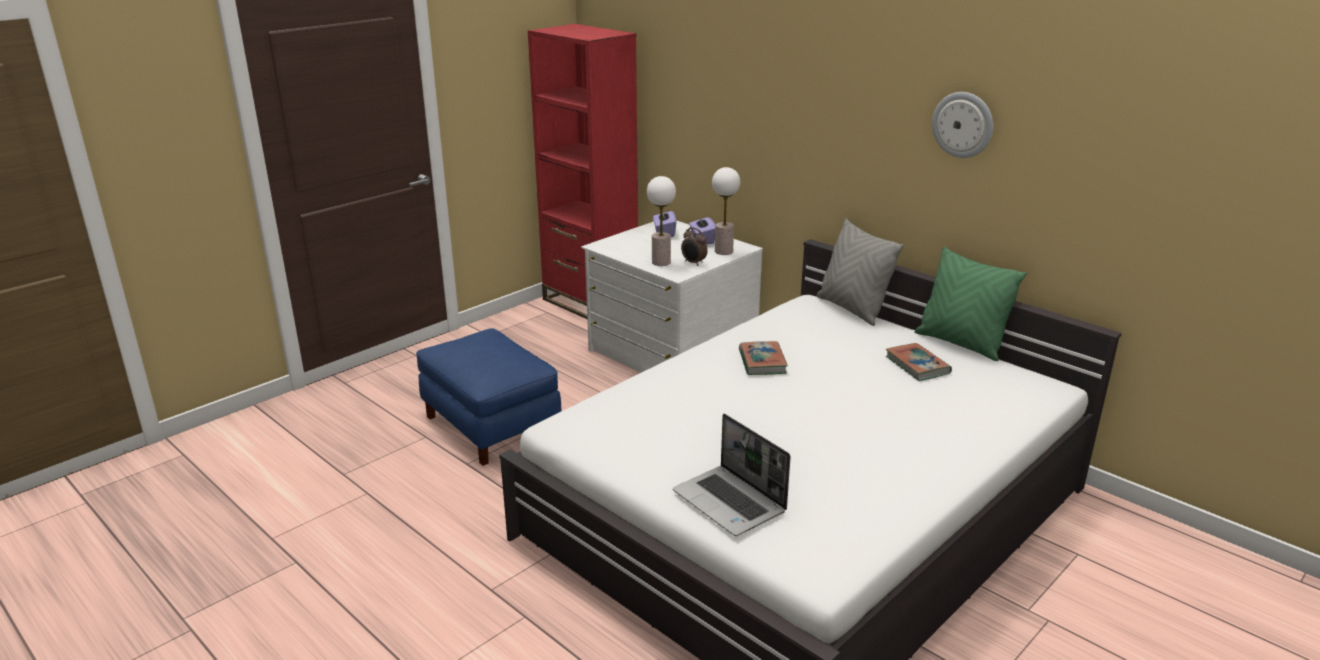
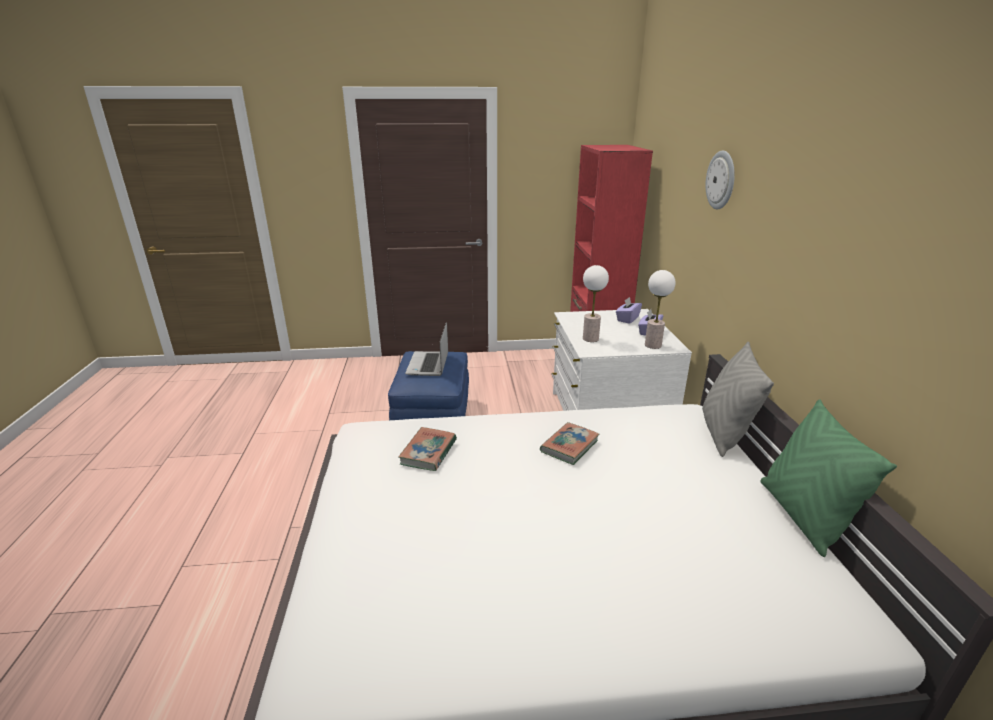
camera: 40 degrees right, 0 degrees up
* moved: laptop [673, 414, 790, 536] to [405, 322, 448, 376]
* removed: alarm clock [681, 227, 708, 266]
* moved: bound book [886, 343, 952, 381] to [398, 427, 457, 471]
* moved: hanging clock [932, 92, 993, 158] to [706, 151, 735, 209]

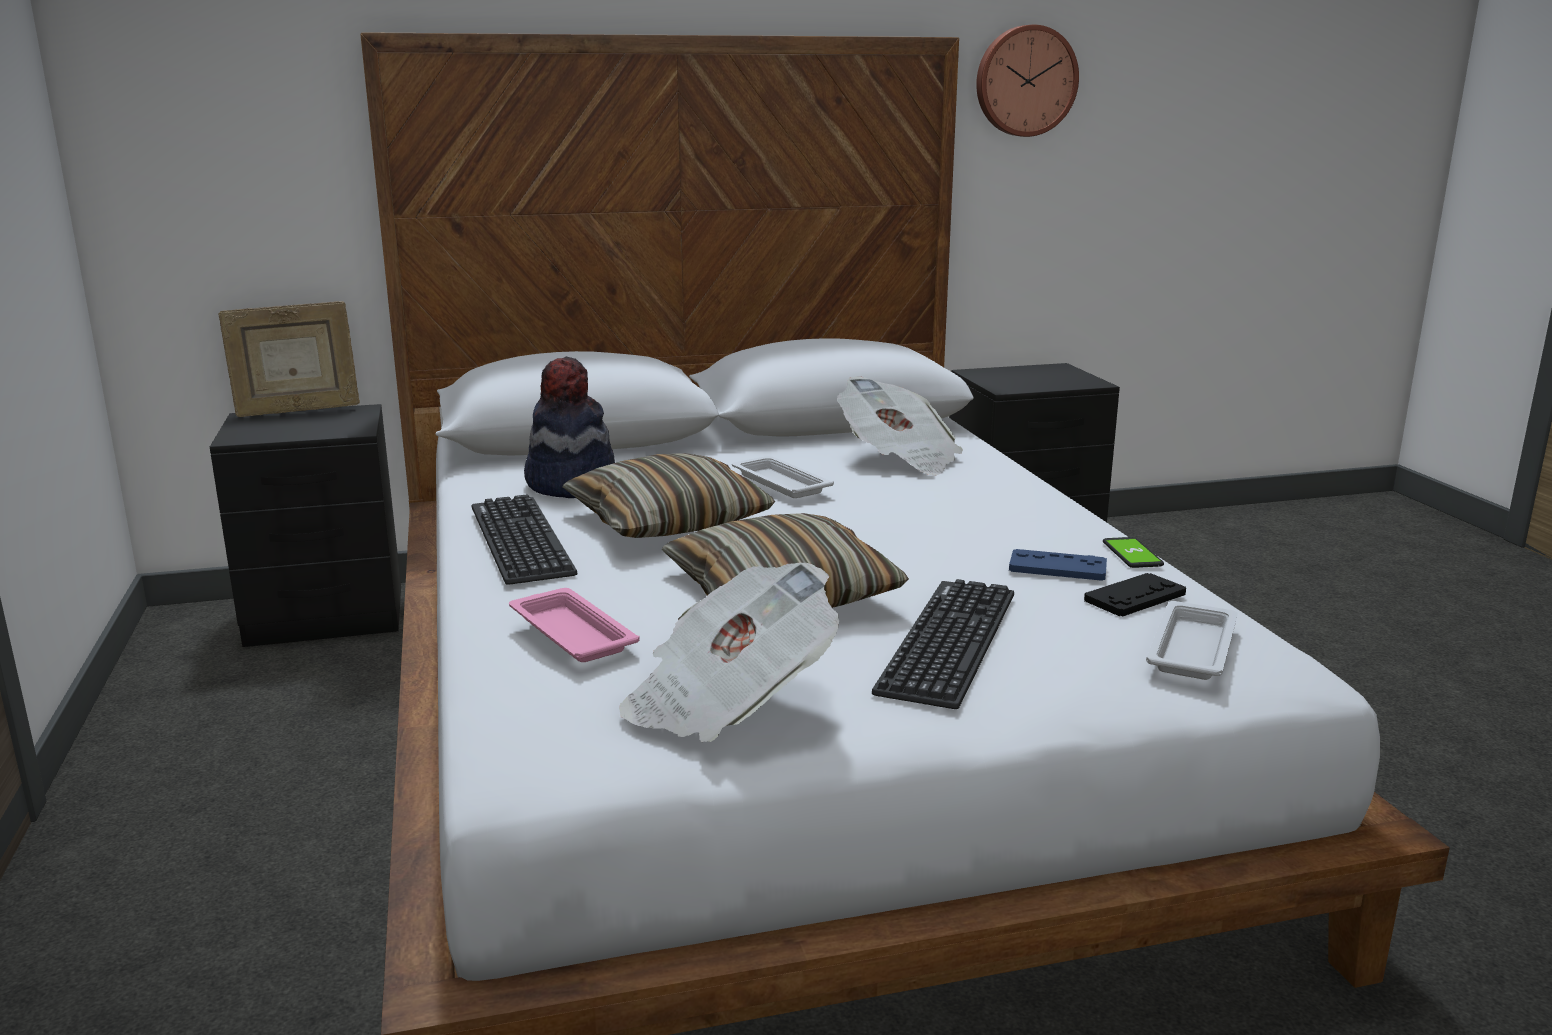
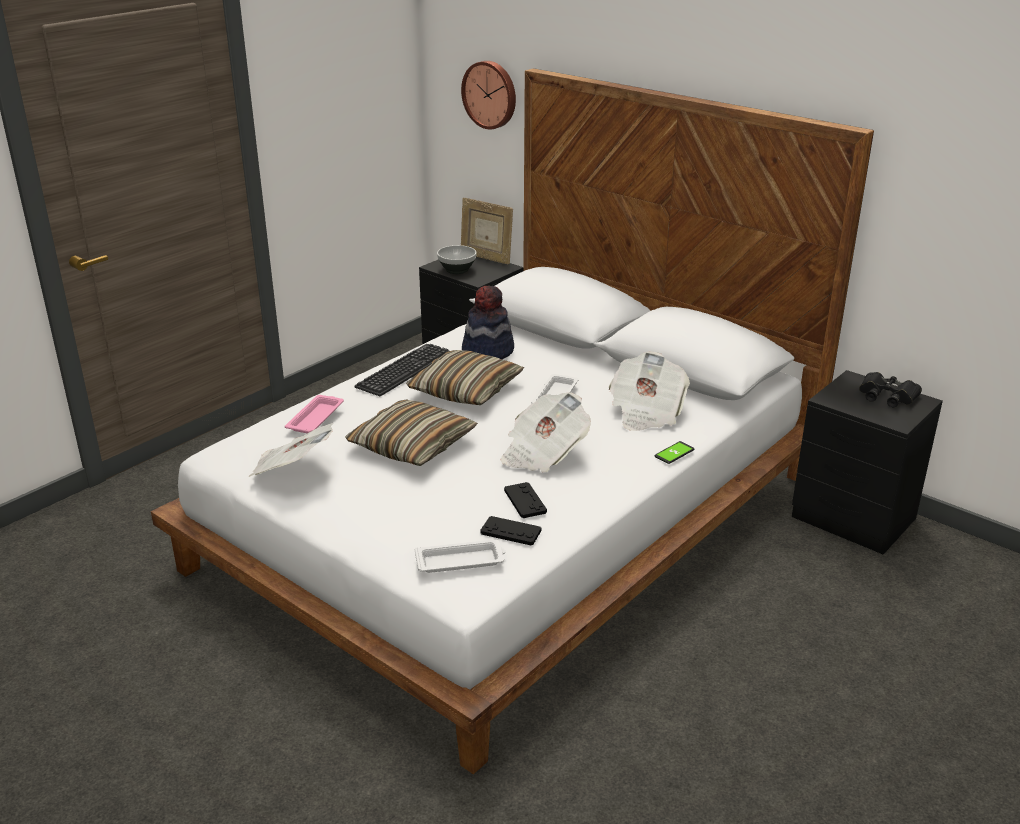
camera: 55 degrees right, 10 degrees up
* removed: computer keyboard [872, 579, 1014, 709]
* moved: hanging clock [976, 25, 1079, 137] to [461, 61, 516, 129]
* recoloured: gamepad in blue-coloured [1009, 549, 1107, 581] to gamepad in blackish [504, 482, 547, 518]
* moved: handset [1103, 537, 1164, 568] to [655, 441, 694, 464]
* added: deep dish [437, 245, 477, 274]
* added: daily paper [501, 393, 591, 473]
* added: binoculars in blackish [859, 372, 922, 407]

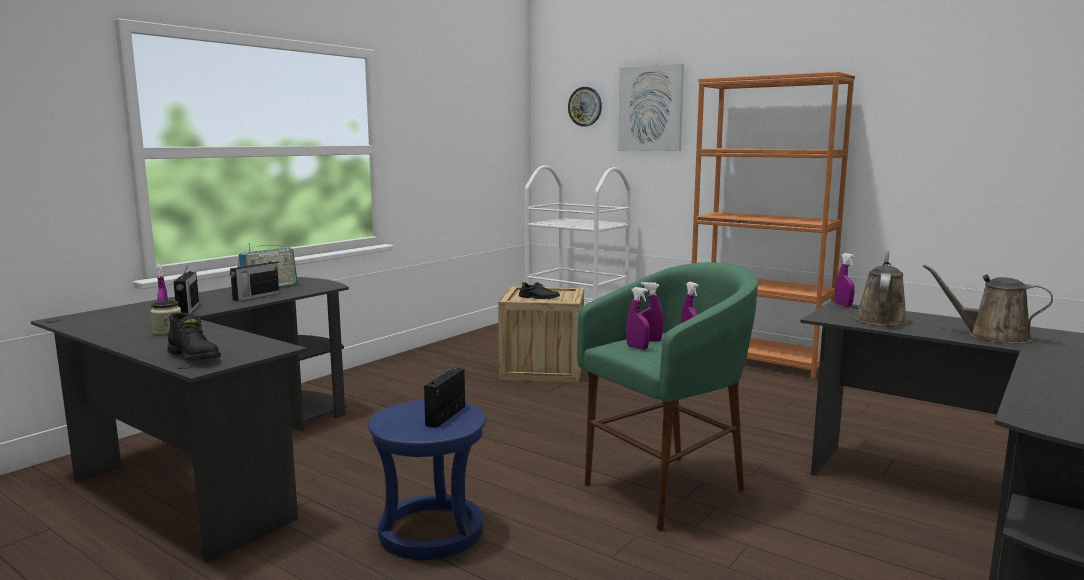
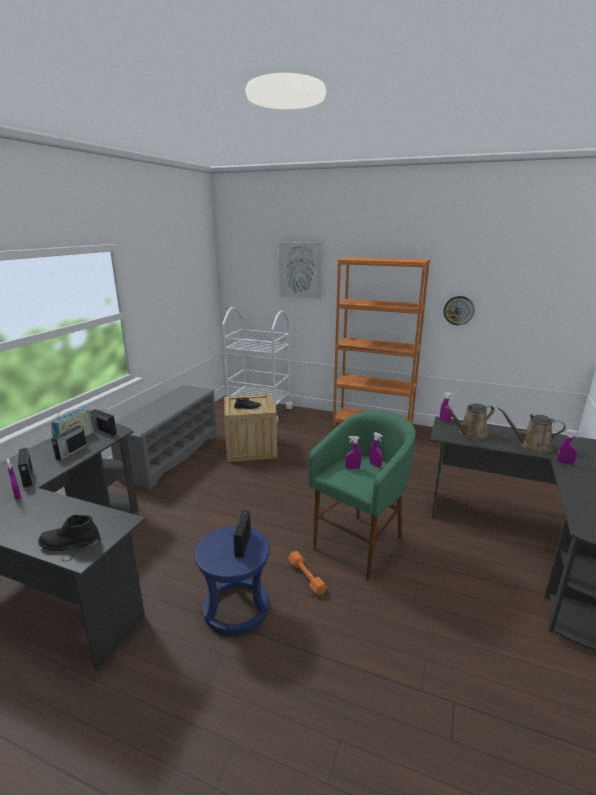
camera: 15 degrees left, 10 degrees up
* removed: preserve jar [150, 300, 181, 335]
* turned: tall boot in blackish [167, 312, 221, 361] = [38, 515, 101, 551] 150 degrees clockwise
* moved: hanging clock [568, 87, 602, 126] to [444, 296, 474, 325]
* moved: hand sprayer in purple-coloured [626, 287, 650, 350] to [557, 430, 580, 465]
* turned: watering pot in brown [855, 250, 907, 326] = [444, 403, 495, 439] 120 degrees counterclockwise
* added: radio receiver [90, 409, 117, 437]
* added: shoe rack in gray [111, 385, 217, 490]
* added: dumbbell in orangey [288, 551, 327, 596]

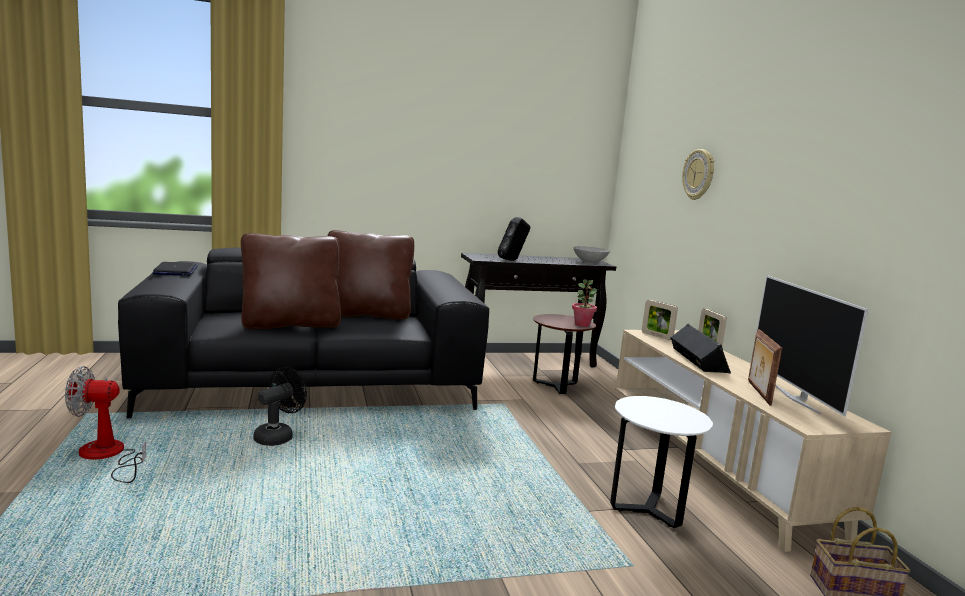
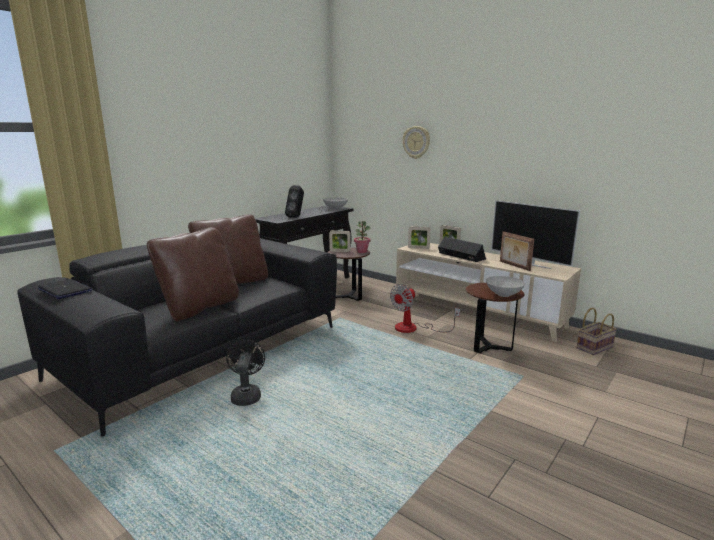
camera: 35 degrees left, 5 degrees up
* moved: electric fan [65, 366, 146, 483] to [390, 284, 460, 333]
* recoloured: end table in white [610, 396, 713, 528] to end table in brown [466, 283, 524, 353]
* added: picture frame [329, 231, 351, 252]
* added: deep dish in gray [486, 276, 525, 297]

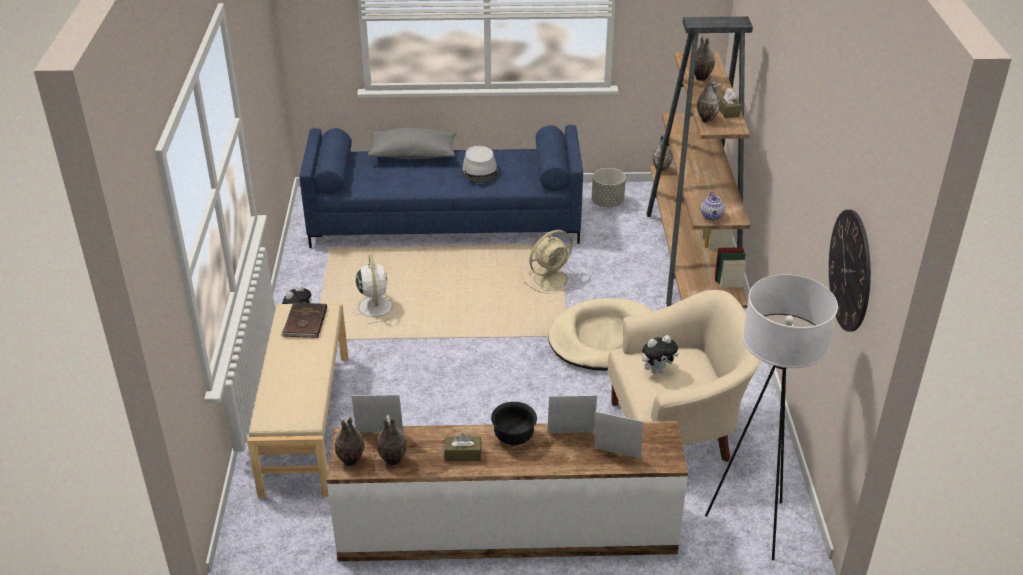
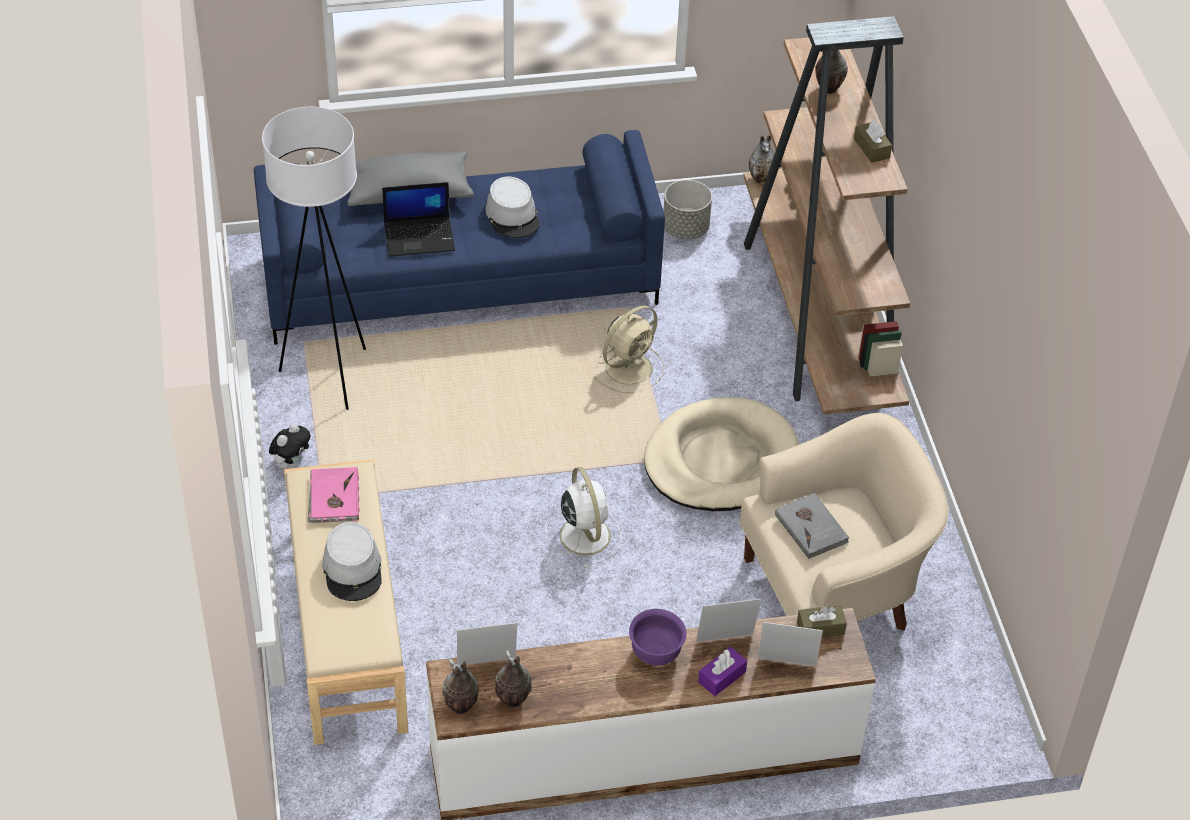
camera: 10 degrees left, 10 degrees up
* recoloured: bound book in brown [281, 303, 327, 338] to bound book in pinkish [308, 467, 360, 523]
* moved: electric fan in white [351, 254, 400, 324] to [546, 467, 621, 568]
* moved: tissue box in brown [444, 433, 482, 461] to [797, 605, 847, 637]
* recoloured: deep dish in blackish [491, 402, 537, 445] to deep dish in purple-coloured [629, 609, 687, 666]
* replaced: plush toy [642, 335, 679, 374] to bound book in gray [775, 493, 849, 559]
* removed: decorative vase [697, 76, 722, 123]
* removed: tea pot [701, 192, 725, 220]
* moved: floor lamp in white [705, 275, 838, 560] to [262, 107, 366, 410]
* removed: hanging clock [829, 210, 871, 332]
* added: clothing hat in gray [322, 522, 382, 601]
* added: laptop [382, 182, 455, 257]
* added: tissue box in purple-coloured [698, 647, 747, 696]

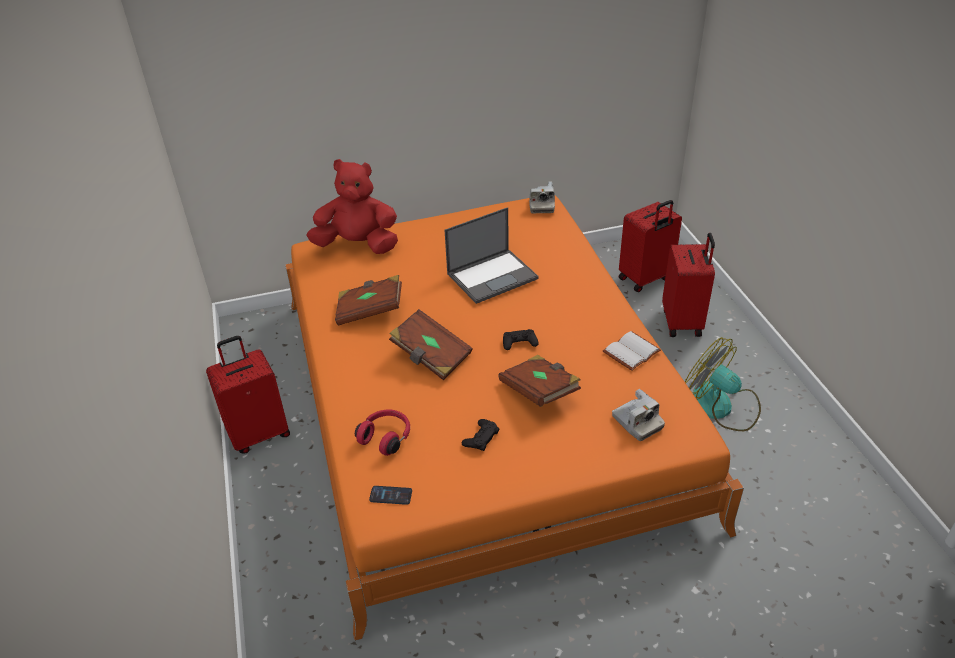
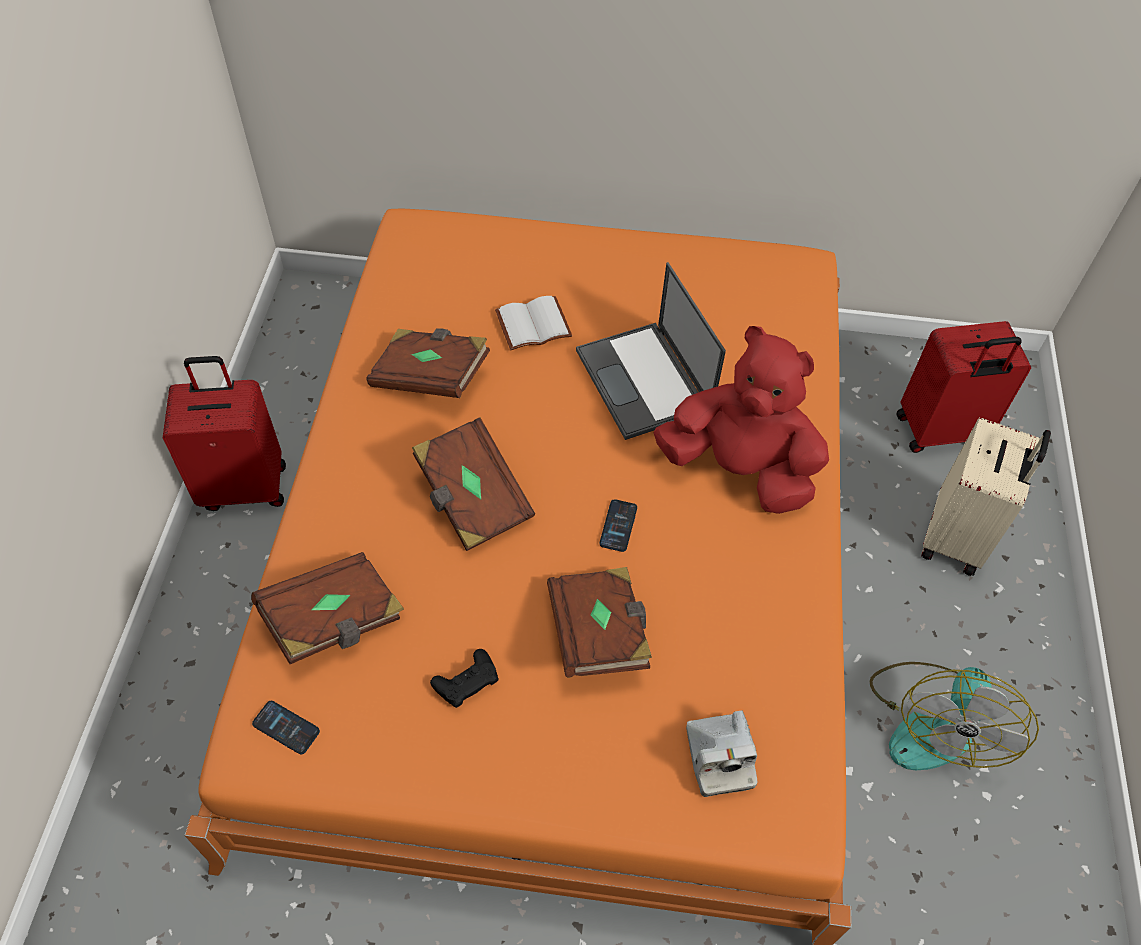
camera: 20 degrees right, 15 degrees up
* moved: plush toy in reddish [306, 159, 398, 254] to [653, 326, 829, 514]
* replaced: pair of headphones in reddish [355, 409, 410, 456] to bound book in brown [251, 552, 404, 664]
* turned: laptop [445, 207, 539, 304] = [576, 262, 726, 440] 75 degrees clockwise
* replaced: gamepad in blackish [503, 329, 539, 350] to handset [599, 499, 637, 552]
* removed: still camera [529, 182, 555, 214]
* moved: bound book in white [603, 331, 661, 371] to [495, 296, 572, 350]
* recoloured: travel case in reddish [662, 233, 715, 337] to travel case in beige-coloured [921, 417, 1051, 576]
* turned: electric fan [685, 337, 761, 431] = [870, 662, 1039, 770] 135 degrees counterclockwise

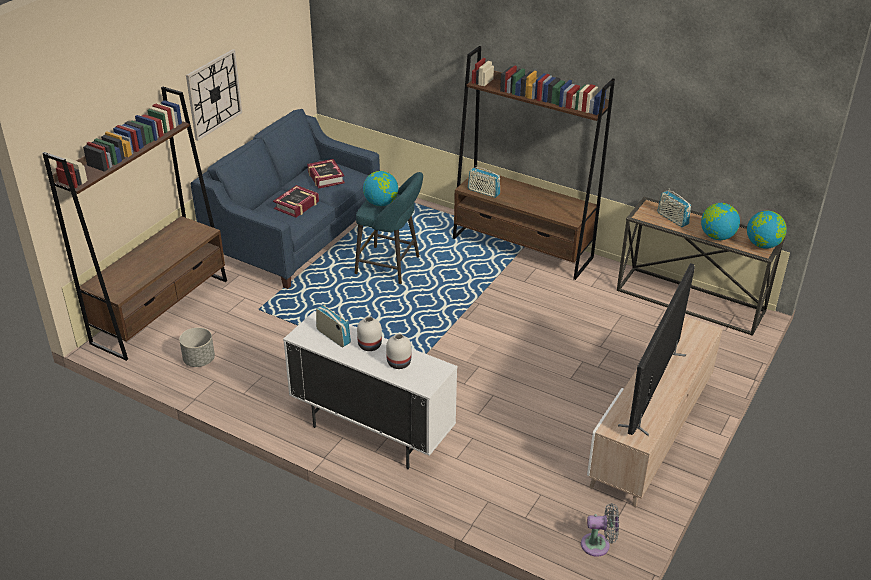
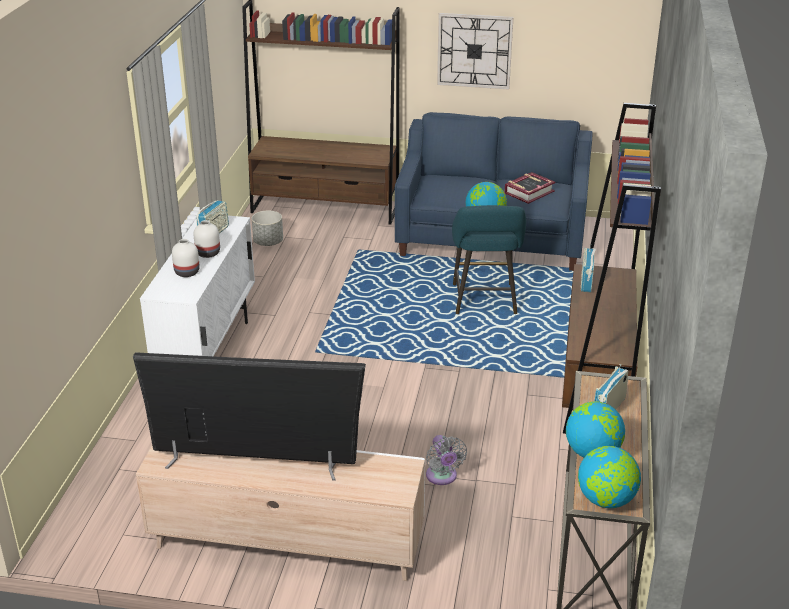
camera: 70 degrees right, 5 degrees down
* removed: bound book [273, 185, 319, 218]
* moved: electric fan in gray [581, 503, 619, 557] to [426, 435, 467, 485]

